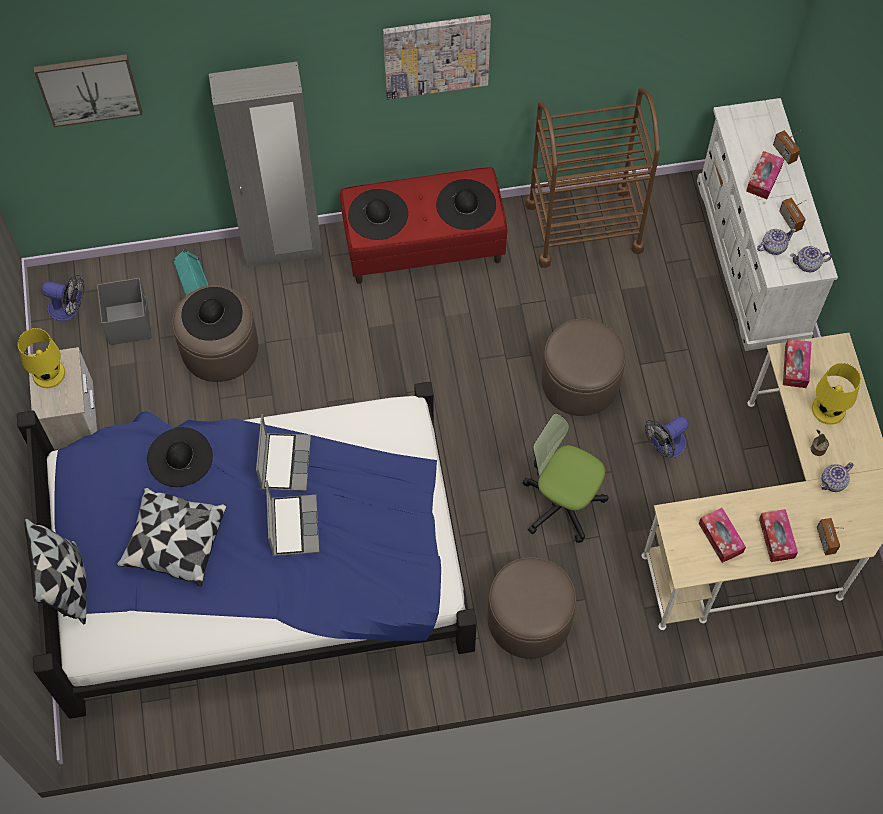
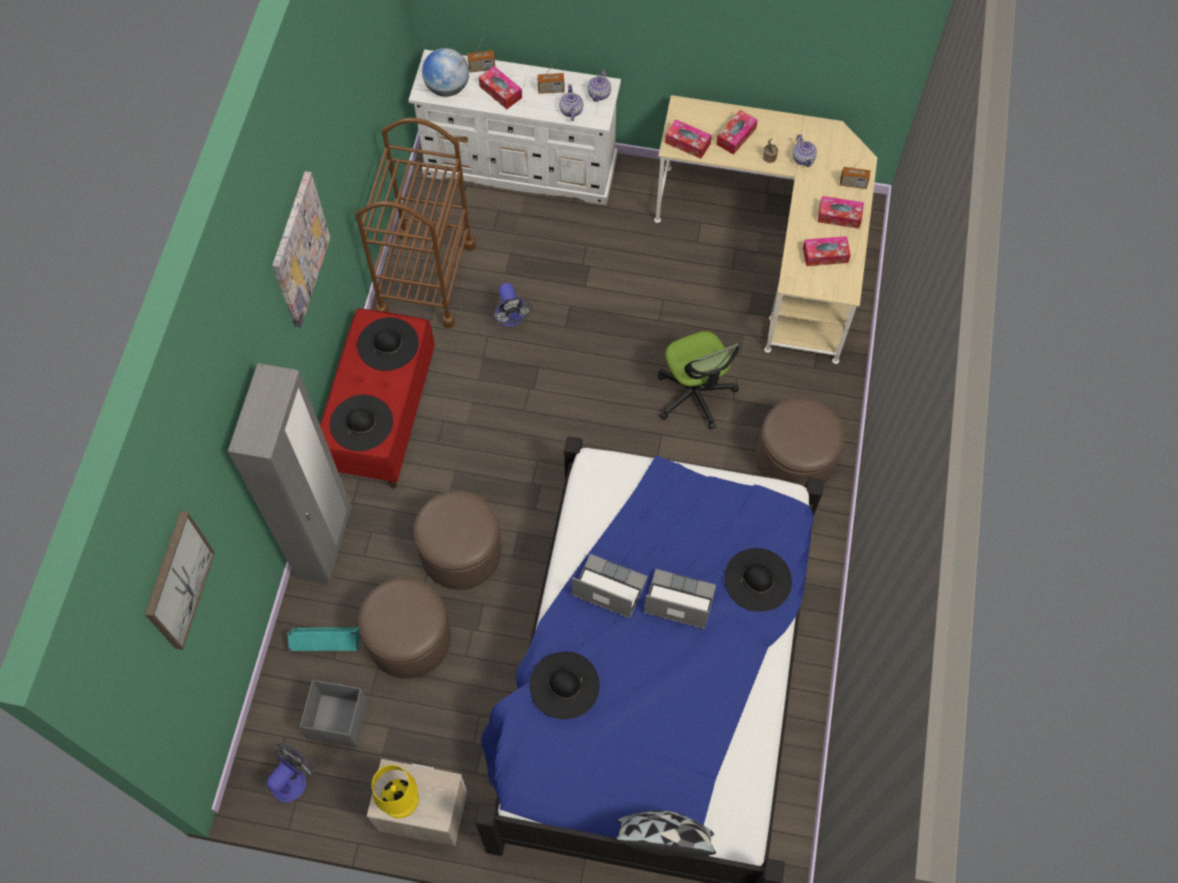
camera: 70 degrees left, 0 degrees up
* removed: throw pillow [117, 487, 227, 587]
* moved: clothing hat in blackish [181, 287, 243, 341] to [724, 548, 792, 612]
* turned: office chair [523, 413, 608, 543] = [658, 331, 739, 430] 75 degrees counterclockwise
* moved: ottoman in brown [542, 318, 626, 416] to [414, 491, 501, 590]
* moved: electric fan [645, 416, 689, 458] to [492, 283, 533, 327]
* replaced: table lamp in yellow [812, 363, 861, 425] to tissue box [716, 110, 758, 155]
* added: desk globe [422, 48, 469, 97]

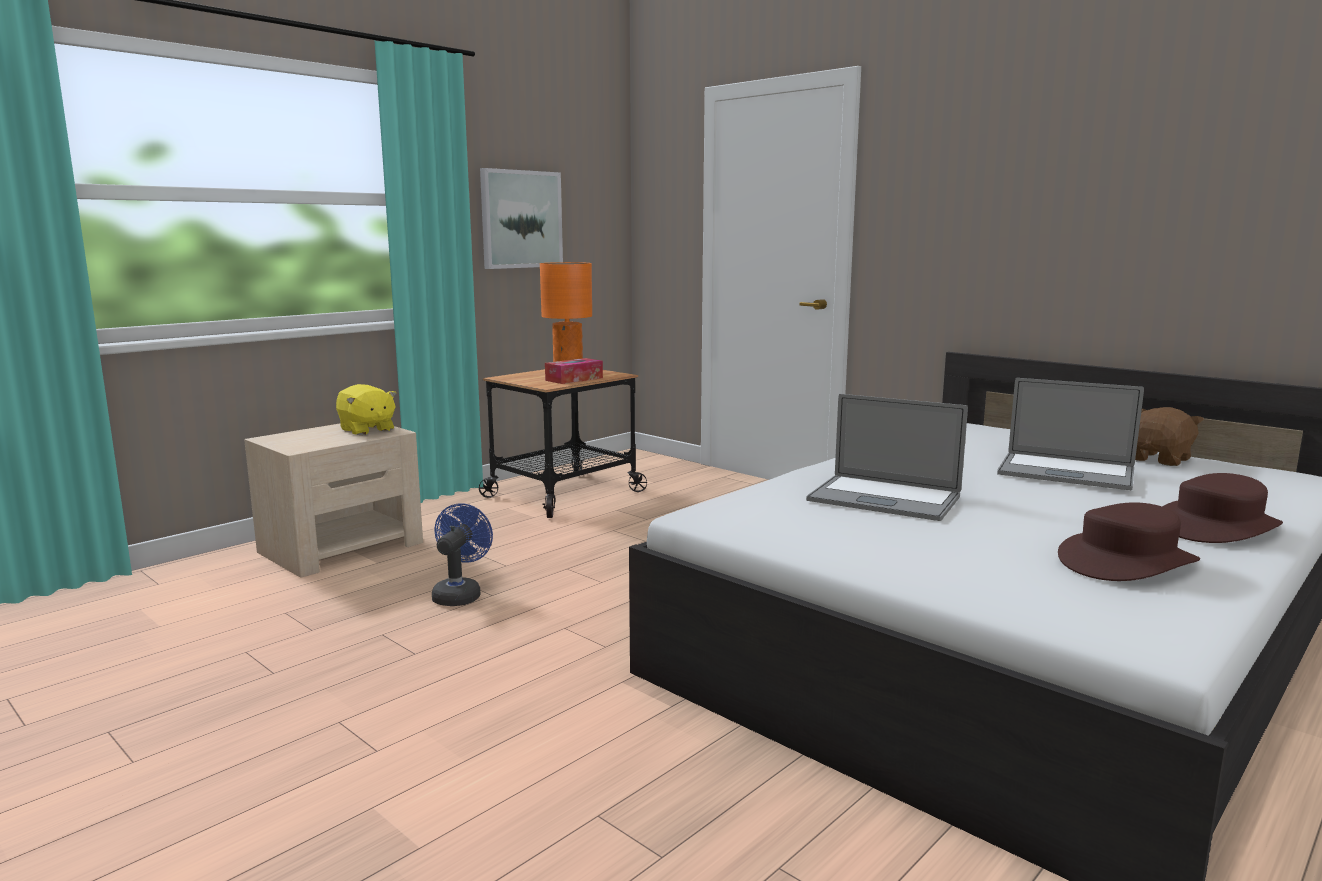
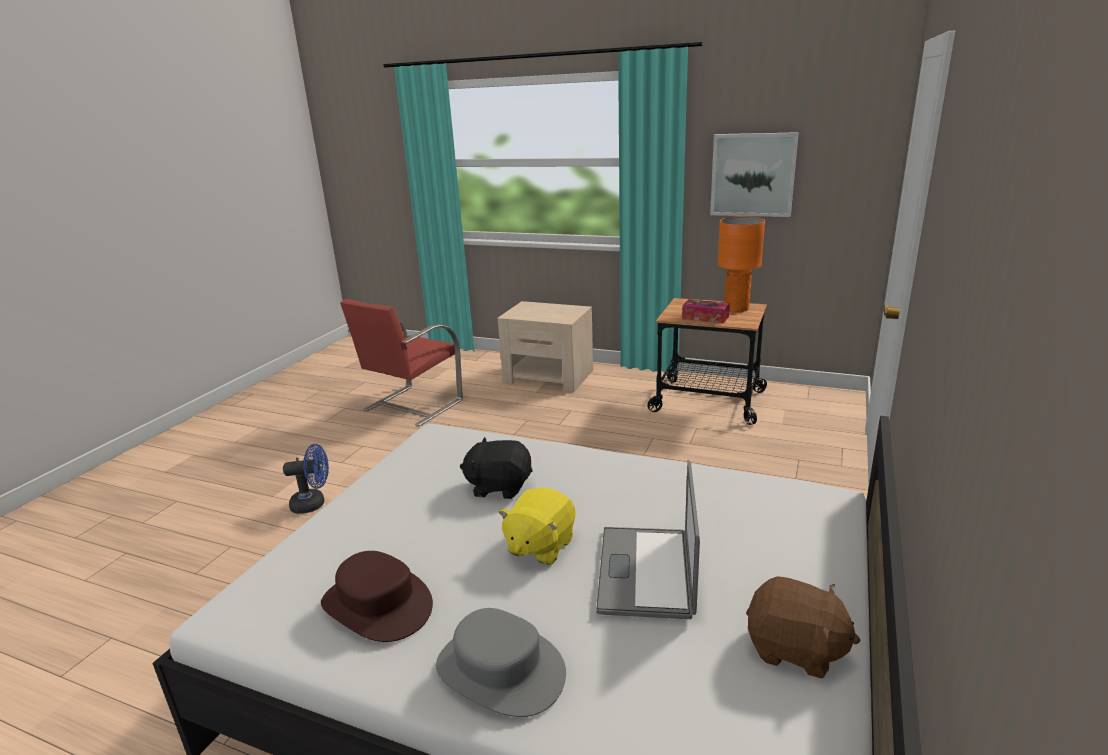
camera: 70 degrees right, 10 degrees up
* moved: plush toy in yellow [336, 384, 397, 435] to [498, 488, 576, 565]
* moved: electric fan in blue-coloured [432, 503, 493, 606] to [283, 444, 329, 514]
* replaced: laptop [806, 394, 968, 521] to plush toy in blackish [460, 437, 533, 499]
* recoloured: clothing hat in brown [1163, 473, 1283, 543] to clothing hat in gray [436, 608, 566, 717]
* added: plain chair in reddish [340, 299, 463, 426]

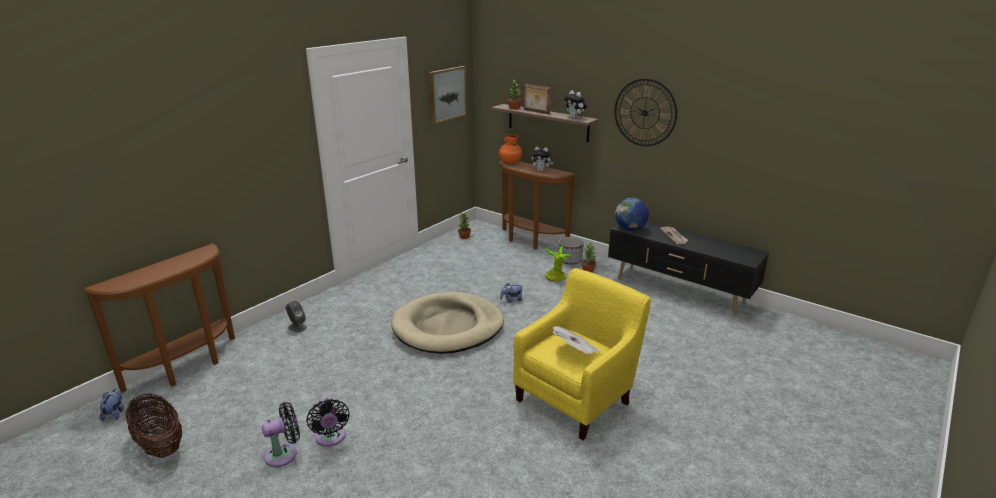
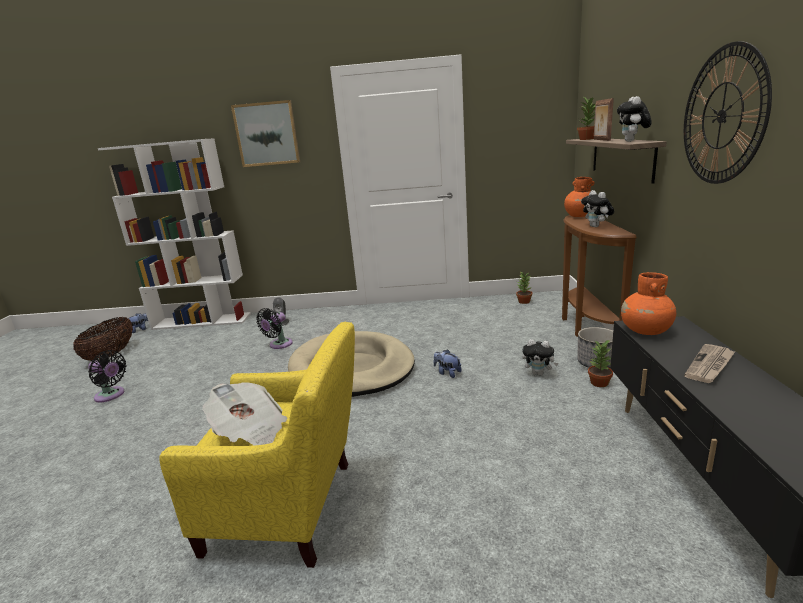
camera: 55 degrees right, 5 degrees down
* replaced: console table in brown [83, 243, 235, 393] to shelving unit in white [98, 139, 251, 330]
* moved: electric fan in blackish [306, 397, 350, 447] to [256, 308, 293, 349]
* moved: picture [429, 66, 467, 124] to [231, 100, 300, 167]
* replaced: houseplant [545, 246, 573, 282] to plush toy [522, 339, 558, 376]
* replaced: desk globe [615, 198, 649, 231] to decorative vase in orangey [621, 272, 676, 335]

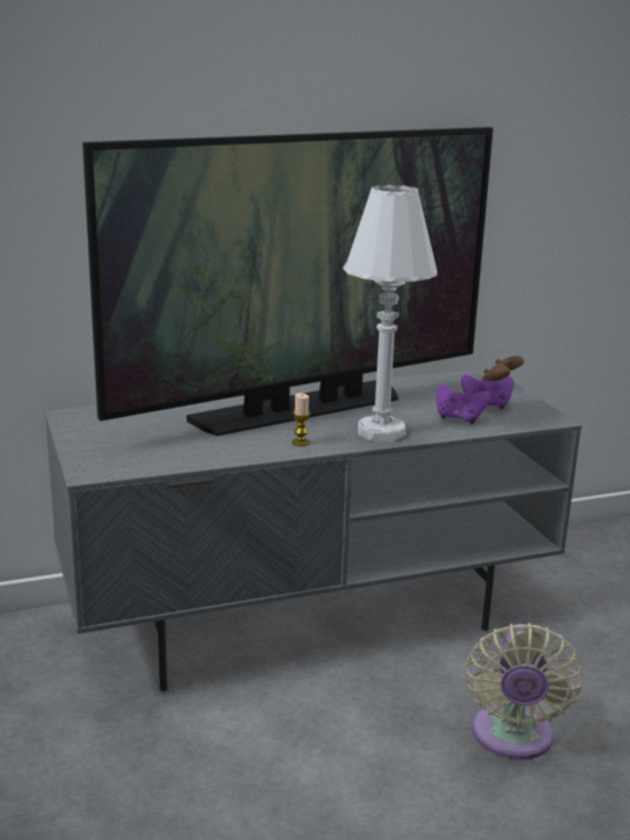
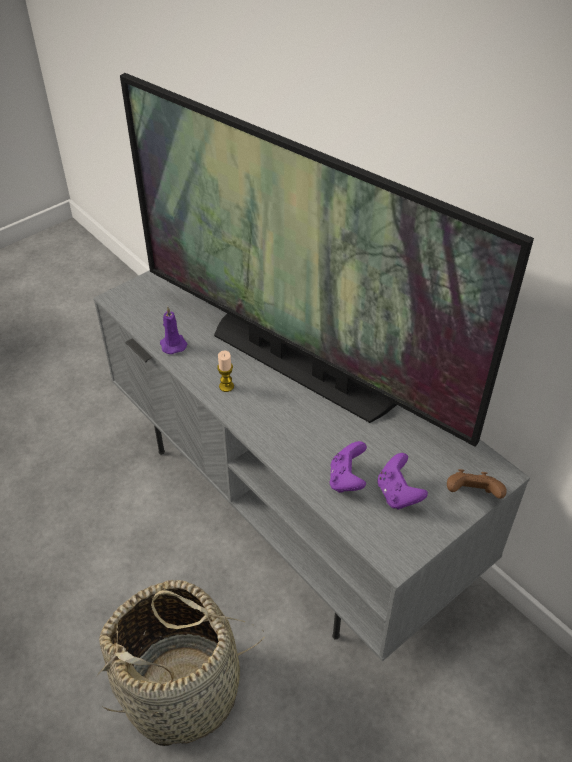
camera: 70 degrees right, 25 degrees up
* removed: table lamp in white [343, 185, 437, 442]
* replaced: electric fan in beige-coloured [466, 623, 583, 760] to household basket [97, 580, 265, 746]
* added: wax candle in purple-coloured [160, 307, 187, 354]

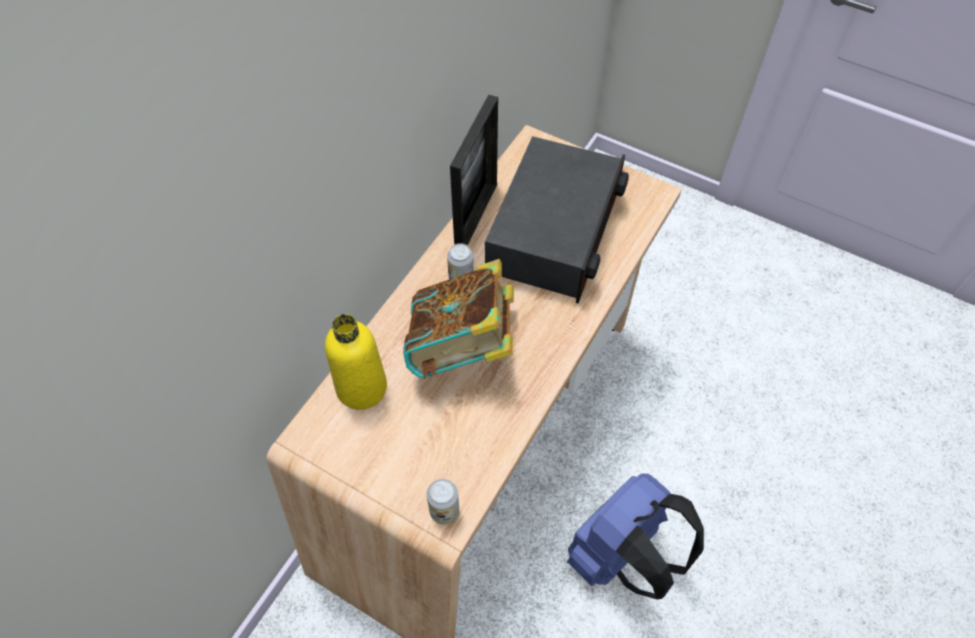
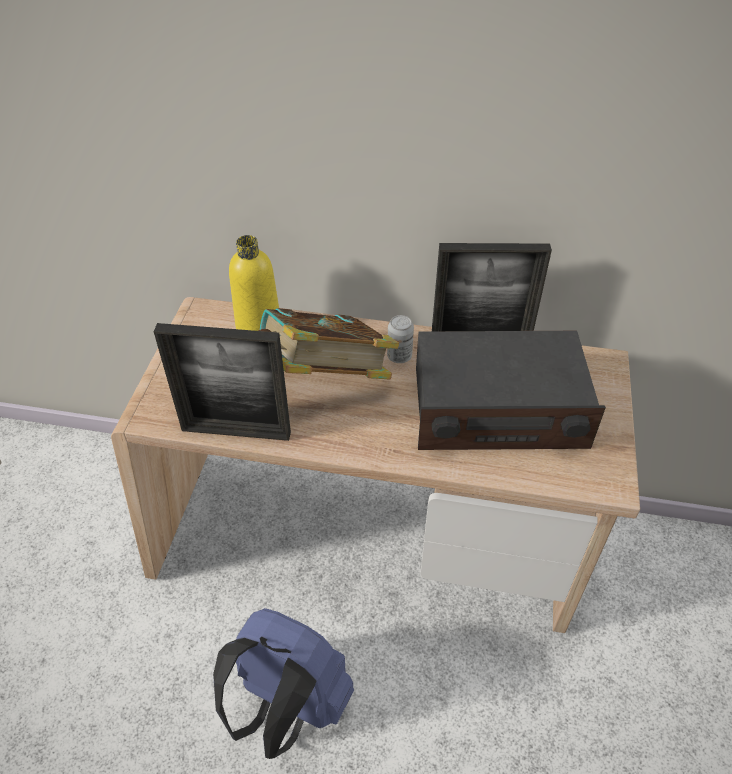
camera: 70 degrees right, 10 degrees down
* removed: can [427, 479, 459, 524]
* added: picture frame [153, 323, 291, 441]

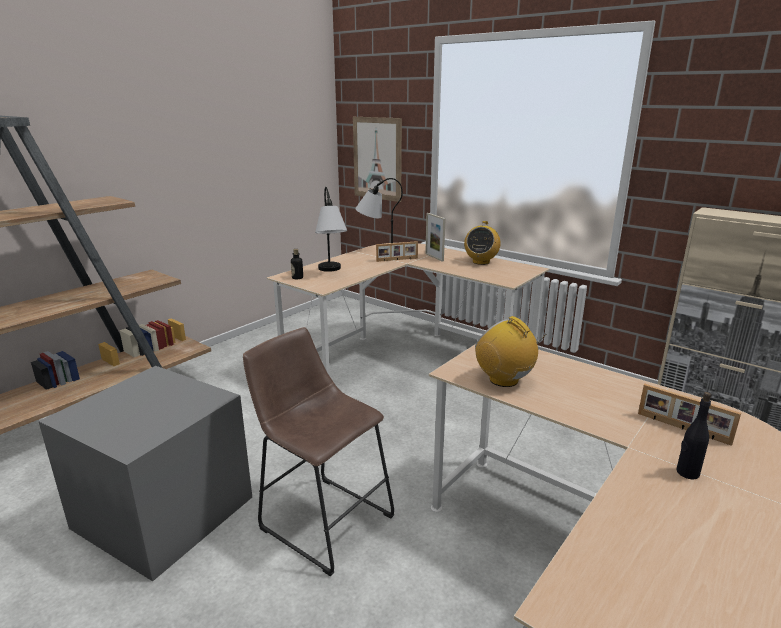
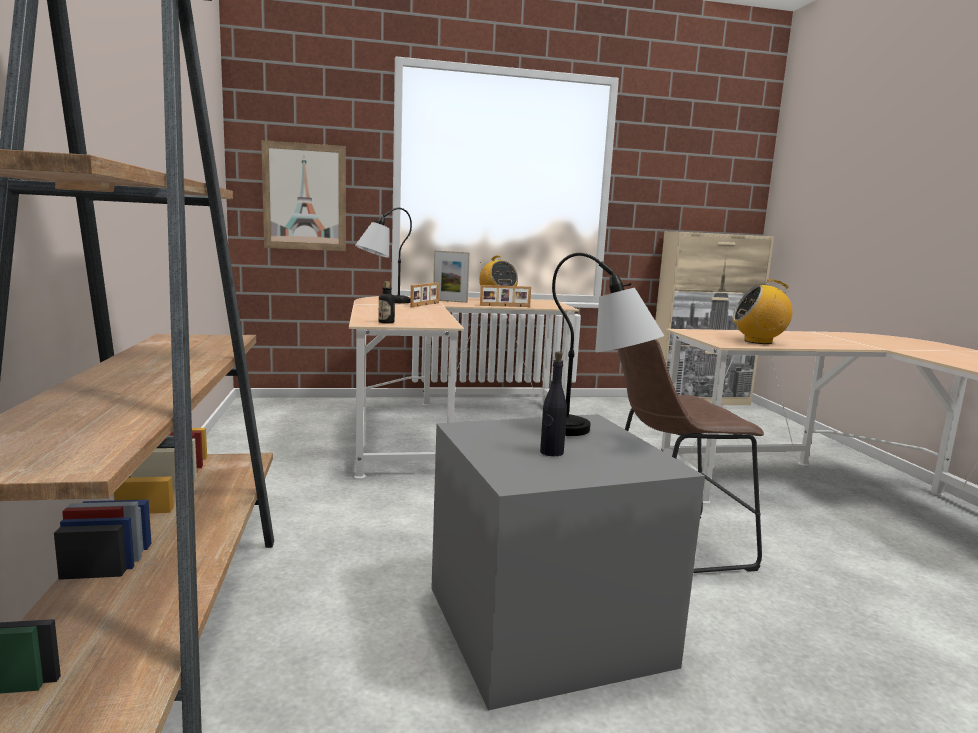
camera: 50 degrees left, 10 degrees down
* moved: table lamp [315, 187, 347, 272] to [552, 253, 664, 436]
* moved: picture frame [638, 384, 741, 446] to [480, 285, 531, 307]
* moved: bottle in blackish [676, 392, 711, 479] to [540, 352, 567, 456]

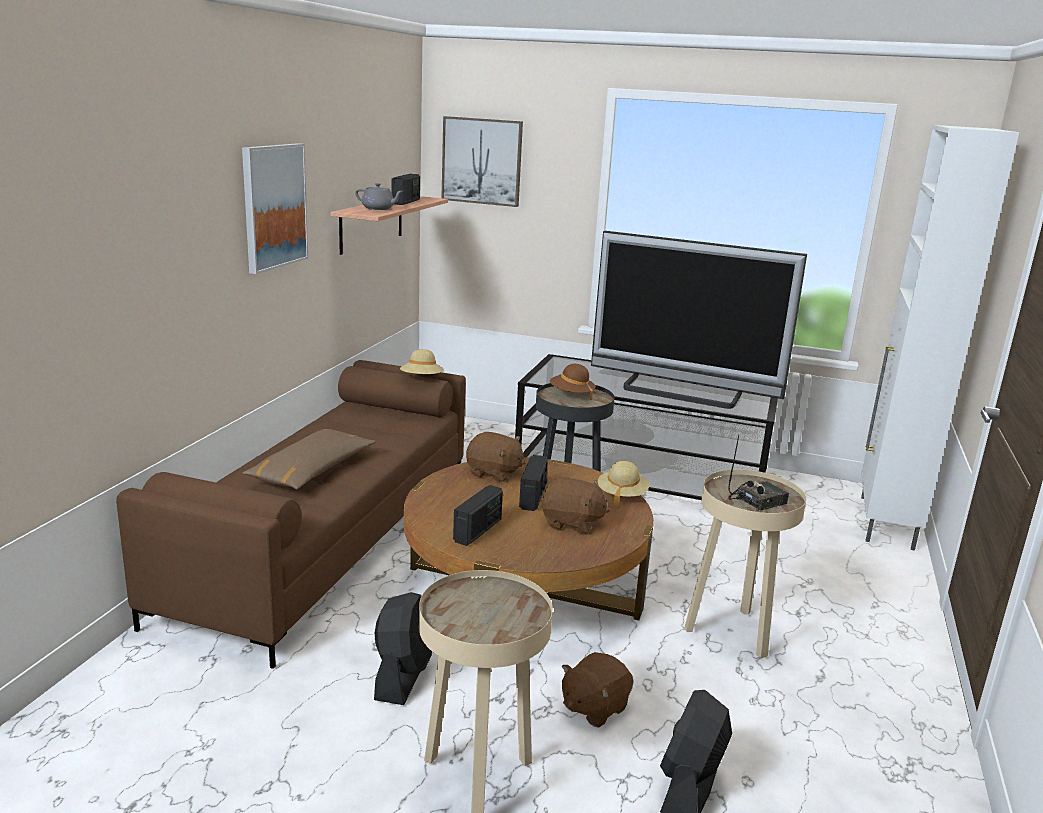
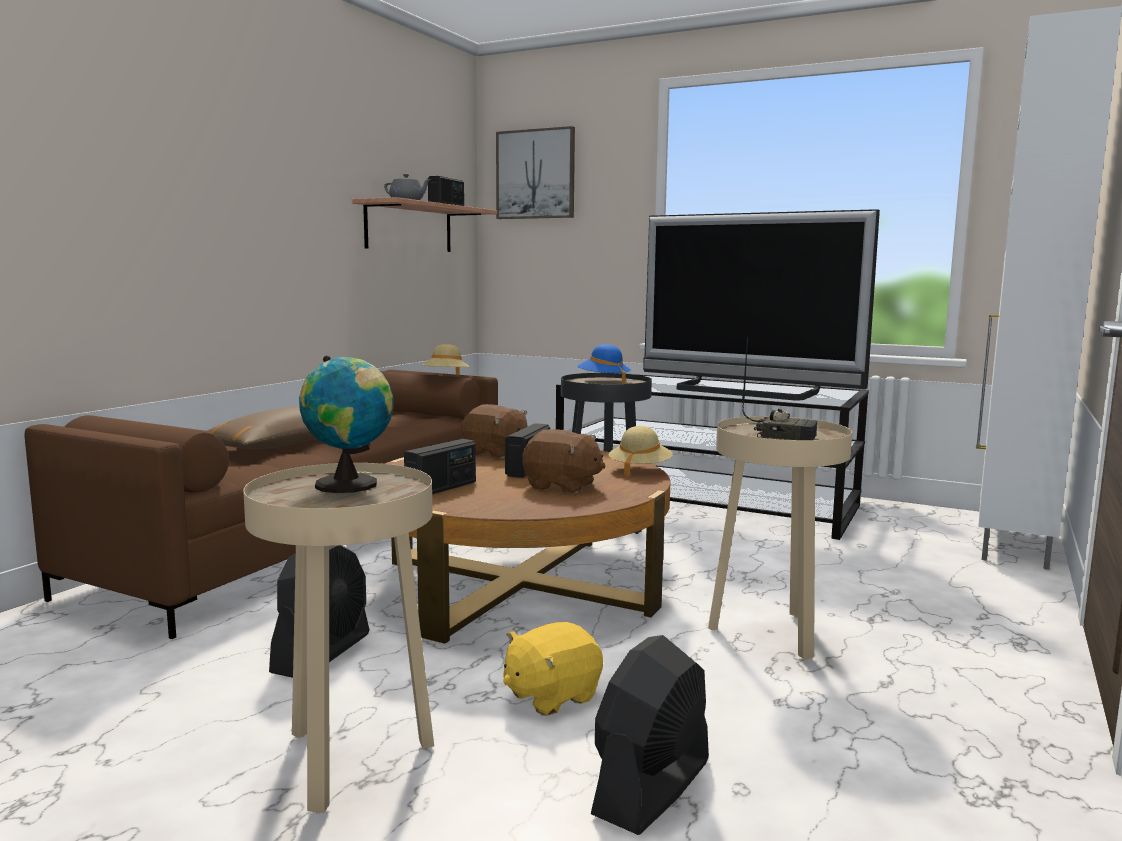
camera: 10 degrees right, 10 degrees down
* removed: picture [242, 143, 308, 274]
* recoloured: clothing hat in brown [550, 364, 596, 400] to clothing hat in blue-coloured [577, 344, 631, 384]
* recoloured: plush toy in brown [562, 652, 634, 728] to plush toy in yellow [503, 622, 603, 716]
* turned: radio receiver [728, 435, 789, 511] = [742, 337, 817, 440] 45 degrees clockwise
* added: desk globe [299, 356, 393, 493]

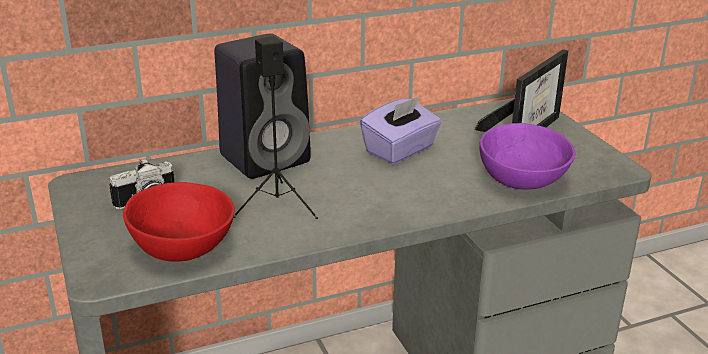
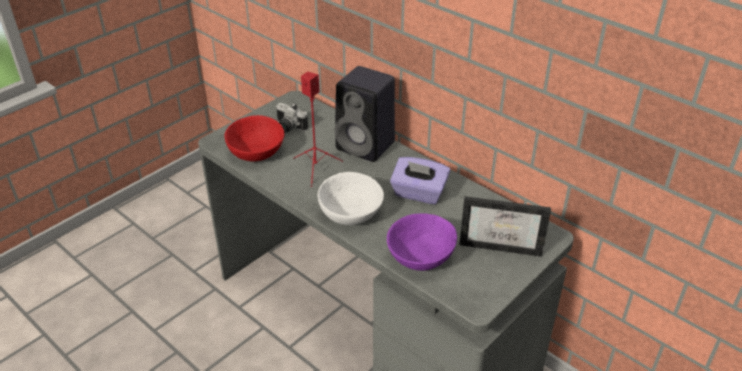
camera: 65 degrees right, 10 degrees up
* recoloured: loudspeaker in blackish [234, 36, 318, 219] to loudspeaker in reddish [293, 71, 343, 187]
* added: deep dish in white [318, 172, 384, 225]

